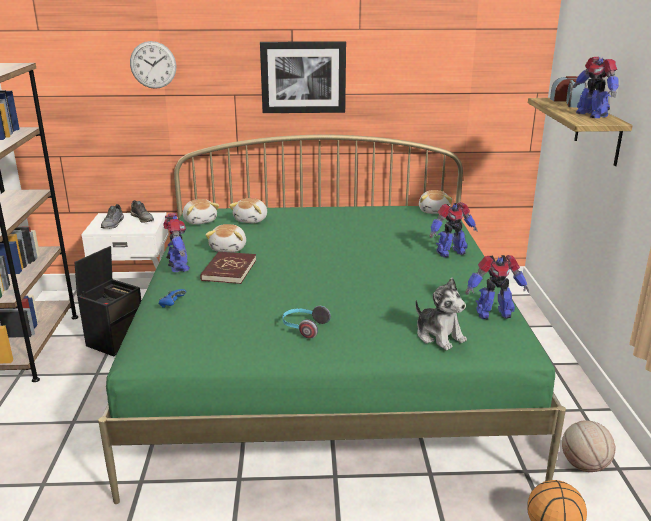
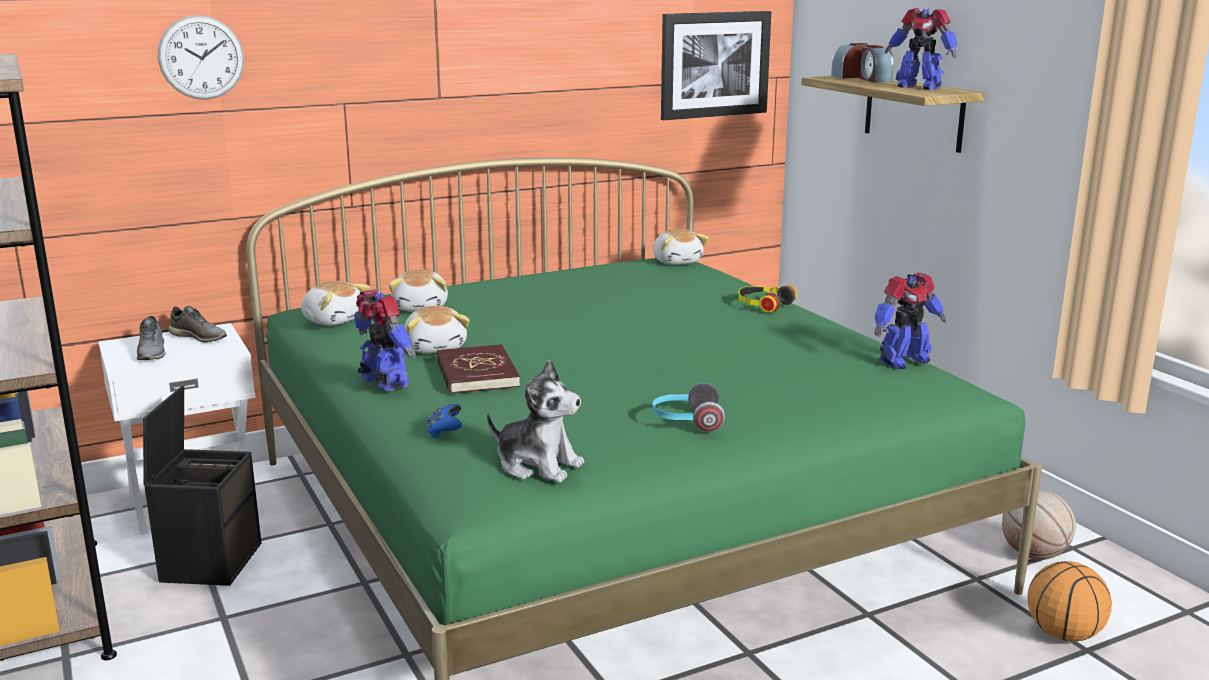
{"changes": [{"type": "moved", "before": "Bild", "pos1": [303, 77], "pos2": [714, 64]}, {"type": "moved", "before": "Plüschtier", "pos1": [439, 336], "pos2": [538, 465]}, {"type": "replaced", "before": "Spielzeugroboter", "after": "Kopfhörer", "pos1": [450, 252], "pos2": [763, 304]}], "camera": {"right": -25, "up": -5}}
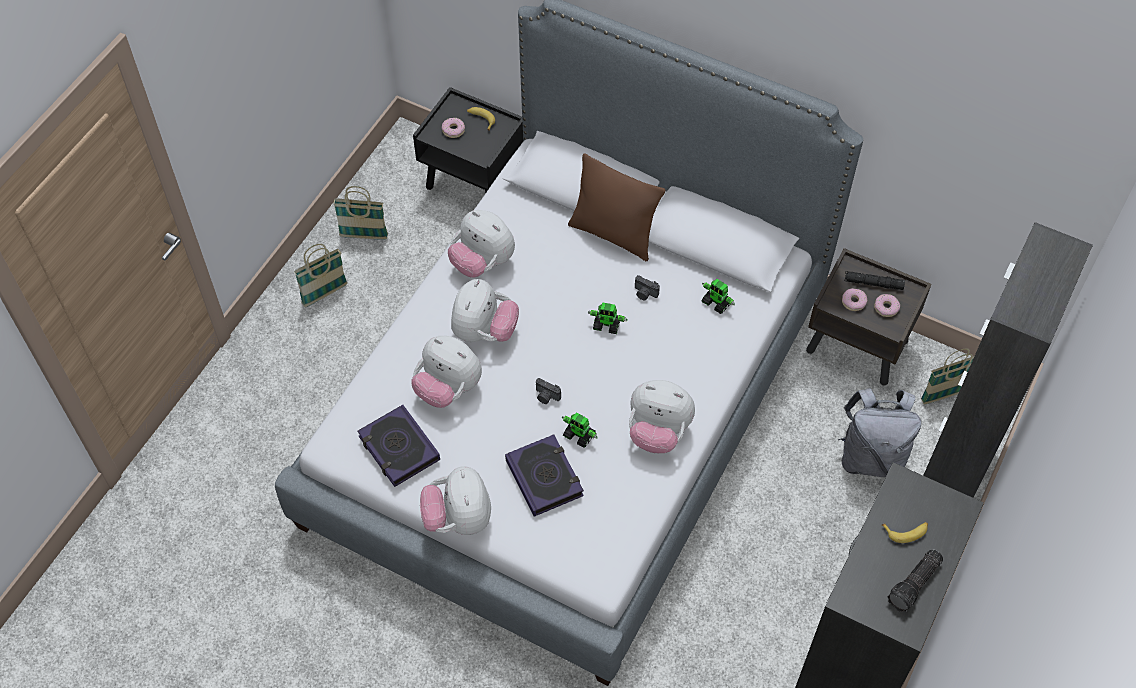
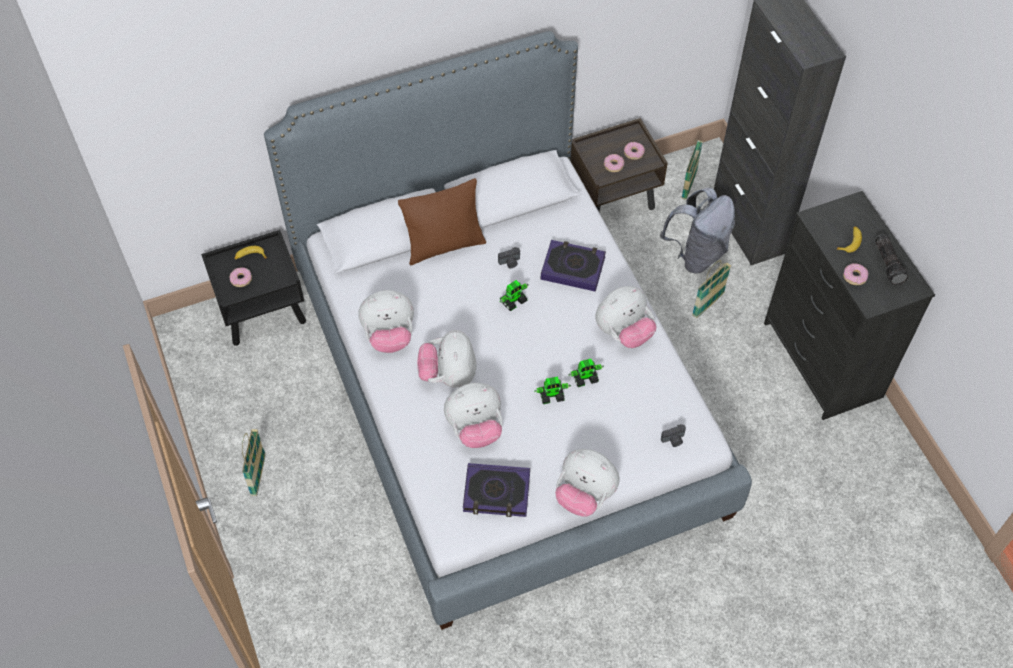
{"changes": [{"type": "removed", "before": "Taschenlampe [schwarz]", "pos1": [873, 283]}, {"type": "added", "after": "Donut", "pos2": [854, 276]}, {"type": "moved", "before": "Korb", "pos1": [364, 236], "pos2": [708, 304]}, {"type": "moved", "before": "Buch", "pos1": [544, 478], "pos2": [573, 268]}, {"type": "moved", "before": "Kamera", "pos1": [546, 396], "pos2": [673, 440]}, {"type": "moved", "before": "Spielzeugroboter", "pos1": [717, 303], "pos2": [552, 395]}, {"type": "turned", "before": "Plüschtier", "pos1": [484, 331], "pos2": [448, 375], "turn": -150}], "camera": {"right": -50, "up": 0}}
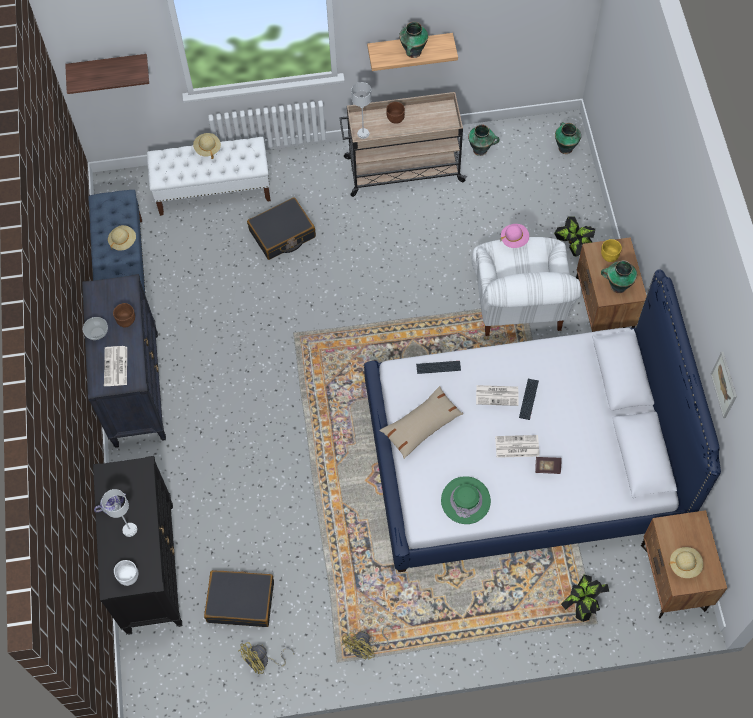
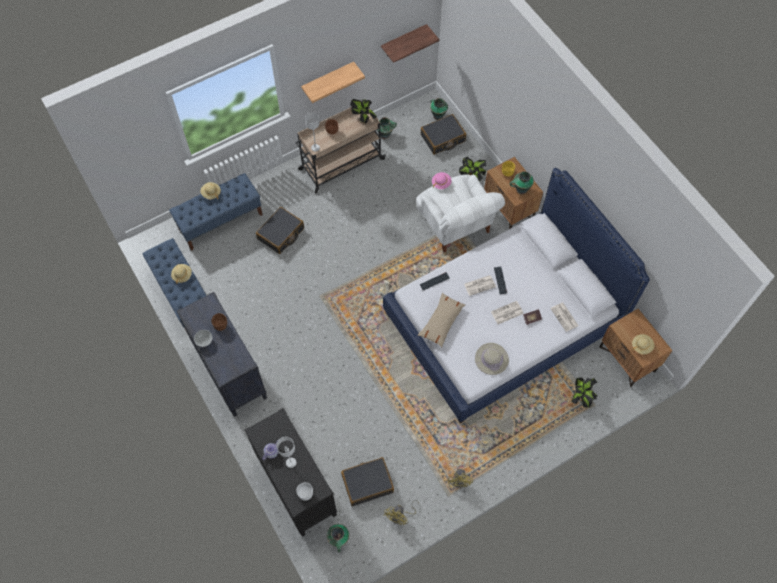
{"changes": [{"type": "removed", "before": "Bild", "pos1": [724, 385]}, {"type": "added", "after": "Topfpflanze", "pos2": [363, 119]}, {"type": "added", "after": "Koffer [schwarz]", "pos2": [443, 138]}, {"type": "moved", "before": "Wandregal", "pos1": [108, 68], "pos2": [403, 41]}, {"type": "moved", "before": "Zeitung", "pos1": [116, 367], "pos2": [564, 317]}, {"type": "moved", "before": "Vase", "pos1": [413, 52], "pos2": [338, 540]}, {"type": "recoloured", "before": "Bank [weiß]", "after": "Bank [blau]", "pos1": [214, 191], "pos2": [220, 221]}, {"type": "recoloured", "before": "Hut [grün]", "after": "Hut [beige]", "pos1": [465, 500], "pos2": [491, 359]}], "camera": {"right": -25, "up": 0}}
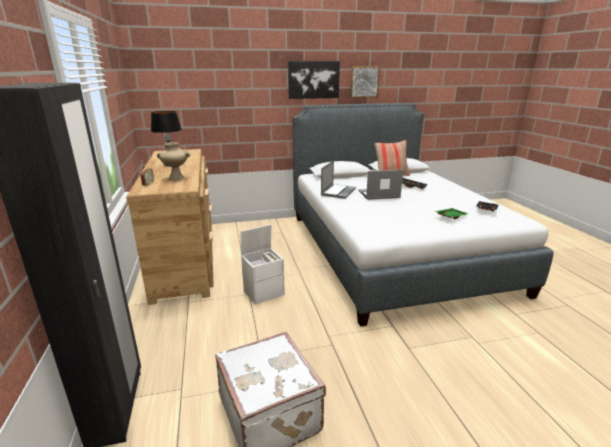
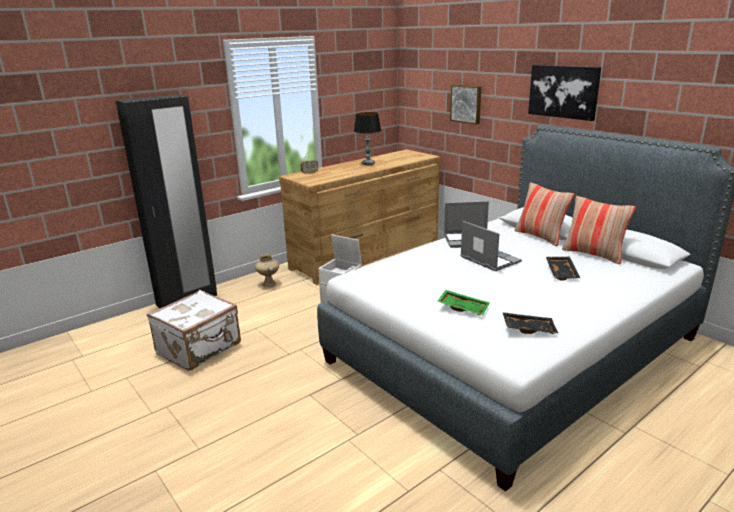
{"changes": [{"type": "added", "after": "Kissen", "pos2": [540, 236]}, {"type": "moved", "before": "Vase [beige]", "pos1": [176, 178], "pos2": [268, 284]}, {"type": "moved", "before": "Bild", "pos1": [364, 82], "pos2": [466, 104]}], "camera": {"right": 65, "up": 0}}
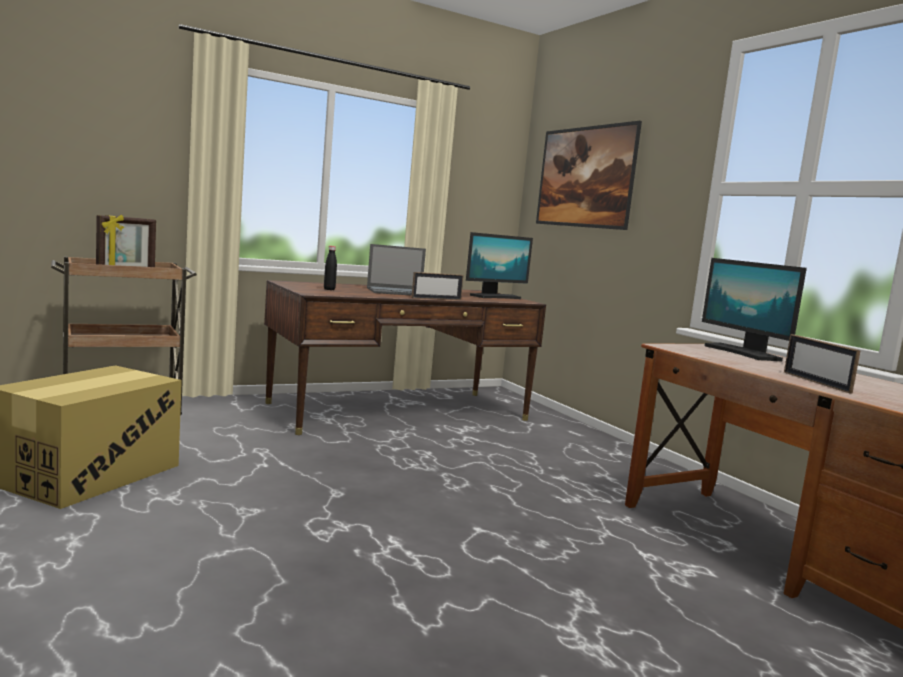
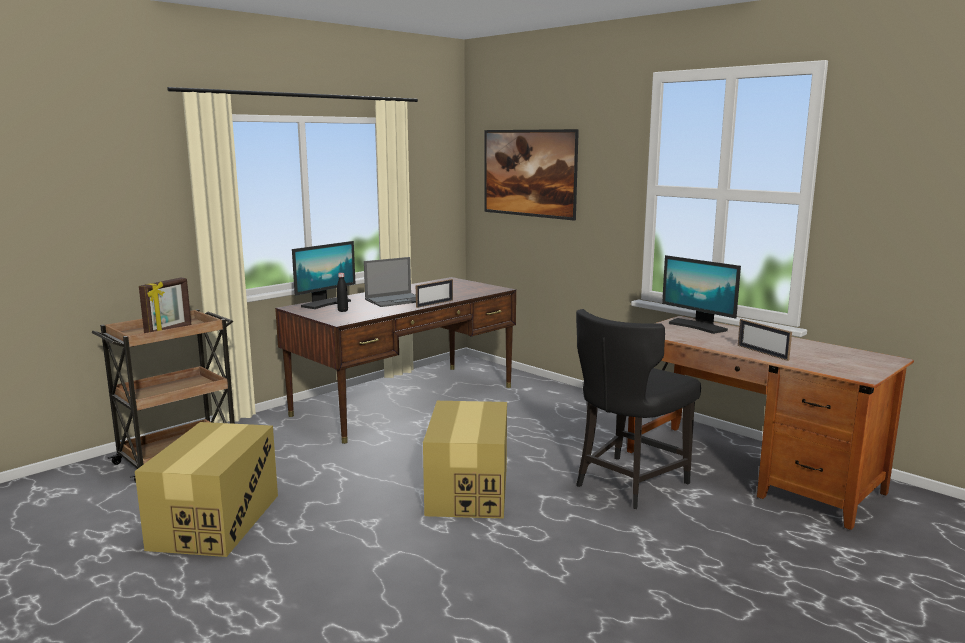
{"changes": [{"type": "added", "after": "Karton", "pos2": [468, 489]}, {"type": "added", "after": "Stuhl [schwarz]", "pos2": [627, 483]}, {"type": "moved", "before": "Monitor", "pos1": [495, 297], "pos2": [326, 303]}], "camera": {"right": -15, "up": 5}}
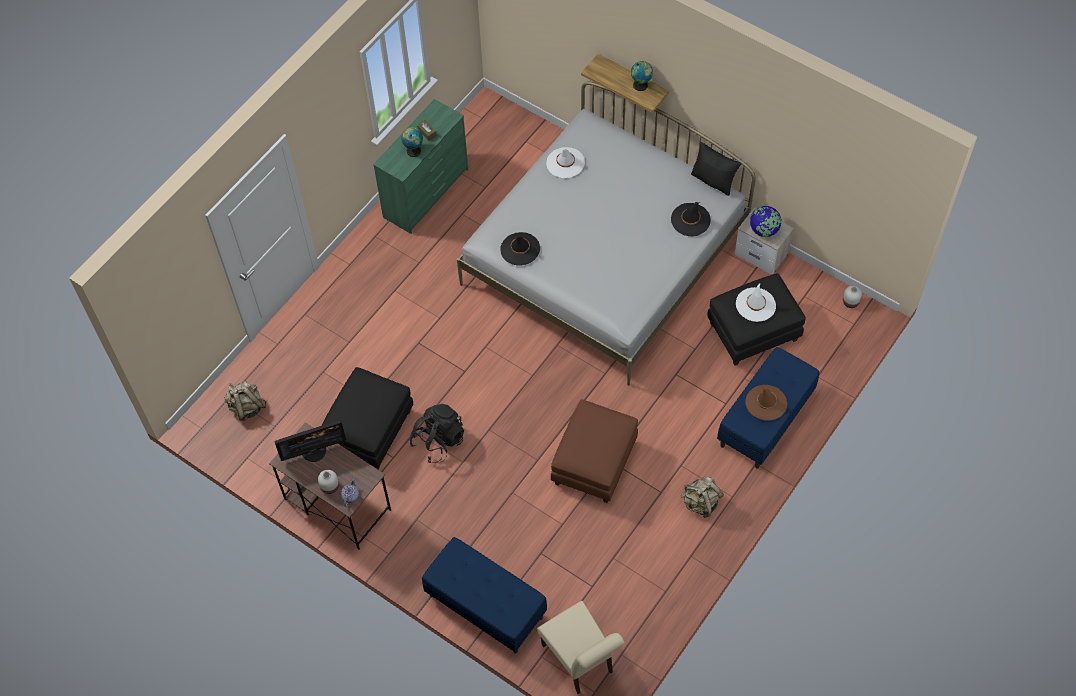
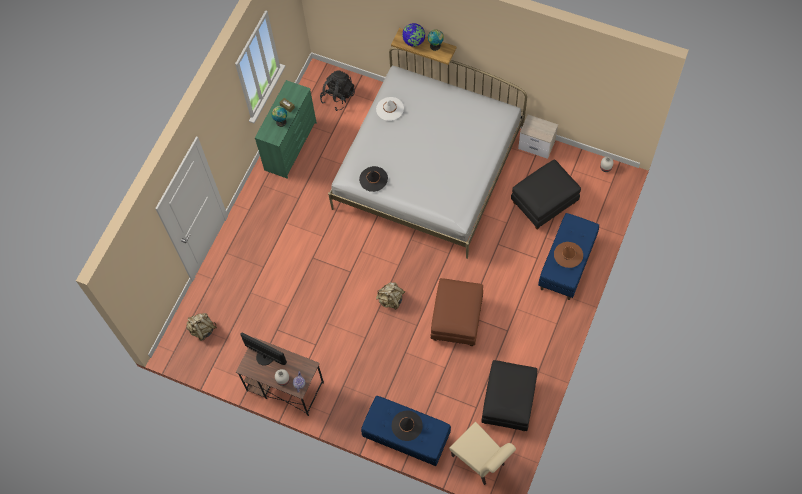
{"changes": [{"type": "removed", "before": "Kissen [schwarz]", "pos1": [713, 181]}, {"type": "removed", "before": "Hut [weiß]", "pos1": [755, 305]}, {"type": "moved", "before": "Polsterhocker [schwarz]", "pos1": [369, 430], "pos2": [508, 401]}, {"type": "moved", "before": "Rucksack [schwarz]", "pos1": [438, 441], "pos2": [338, 97]}, {"type": "moved", "before": "Hut [schwarz]", "pos1": [690, 220], "pos2": [407, 425]}, {"type": "moved", "before": "Rucksack [beige]", "pos1": [701, 503], "pos2": [391, 300]}, {"type": "moved", "before": "Globus", "pos1": [764, 230], "pos2": [414, 41]}, {"type": "turned", "before": "Monitor", "pos1": [314, 450], "pos2": [265, 356], "turn": -120}], "camera": {"right": -10, "up": 5}}
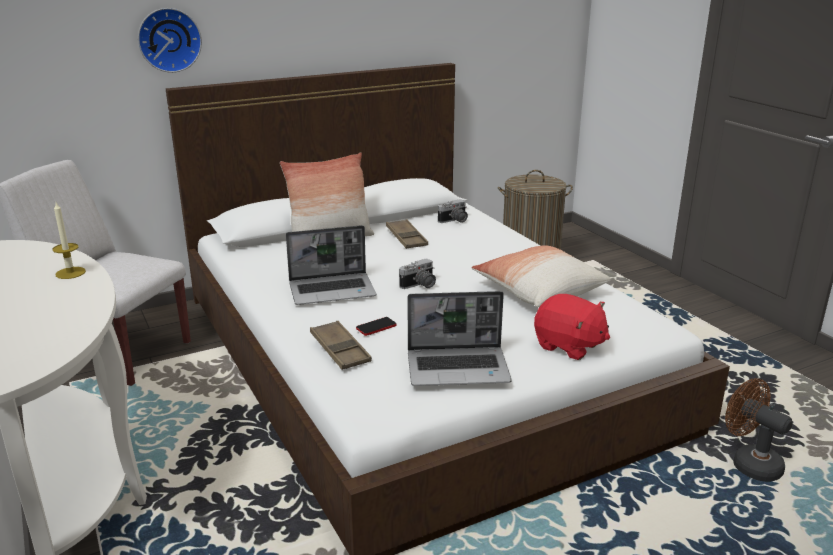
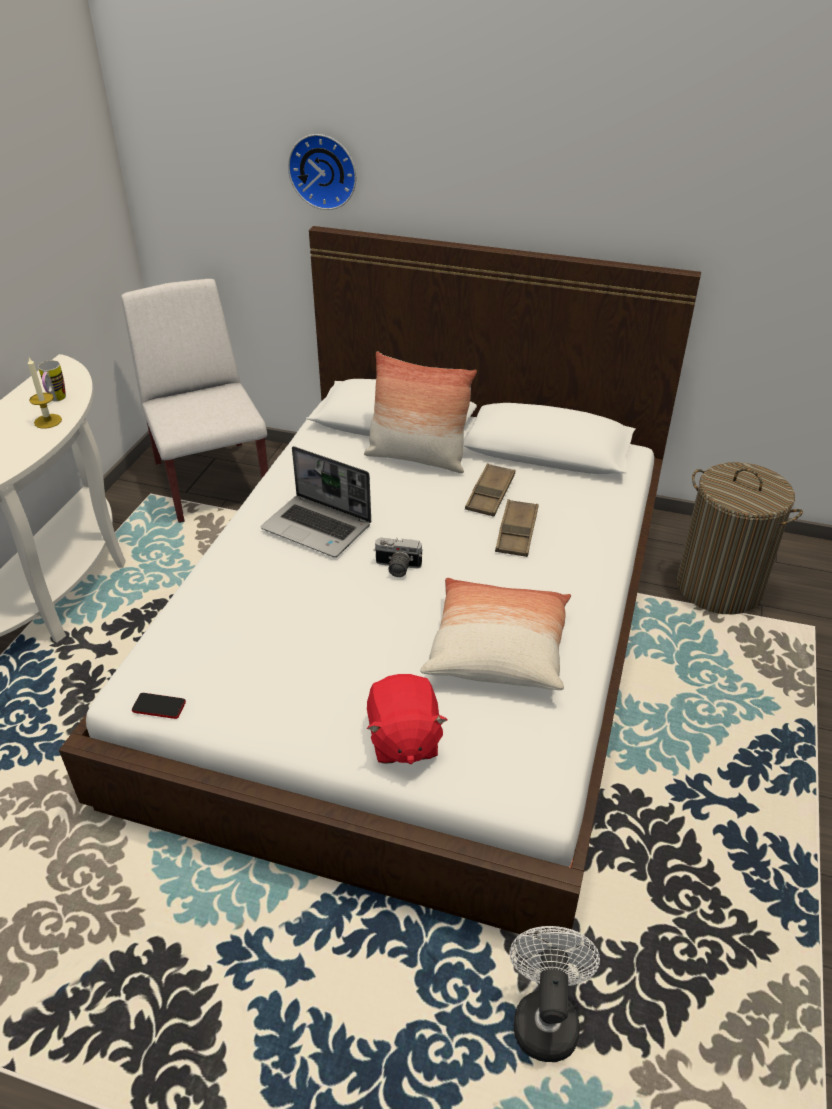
{"changes": [{"type": "removed", "before": "Laptop", "pos1": [459, 368]}, {"type": "removed", "before": "Kamera", "pos1": [454, 221]}, {"type": "added", "after": "Henkelbecher", "pos2": [56, 400]}, {"type": "moved", "before": "Tablett [braun]", "pos1": [340, 350], "pos2": [516, 532]}, {"type": "moved", "before": "Handy", "pos1": [376, 327], "pos2": [159, 706]}, {"type": "recoloured", "before": "Ventilator [braun]", "after": "Ventilator [weiß]", "pos1": [749, 463], "pos2": [545, 1016]}], "camera": {"right": 45, "up": 15}}
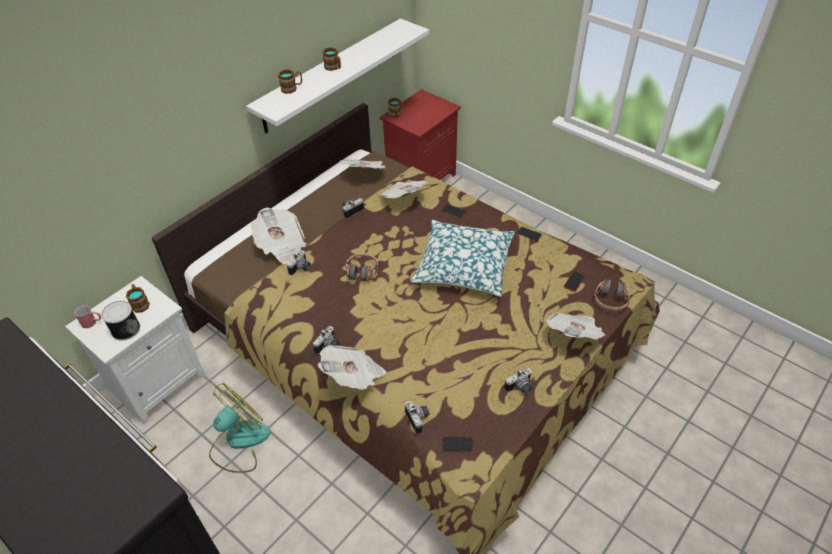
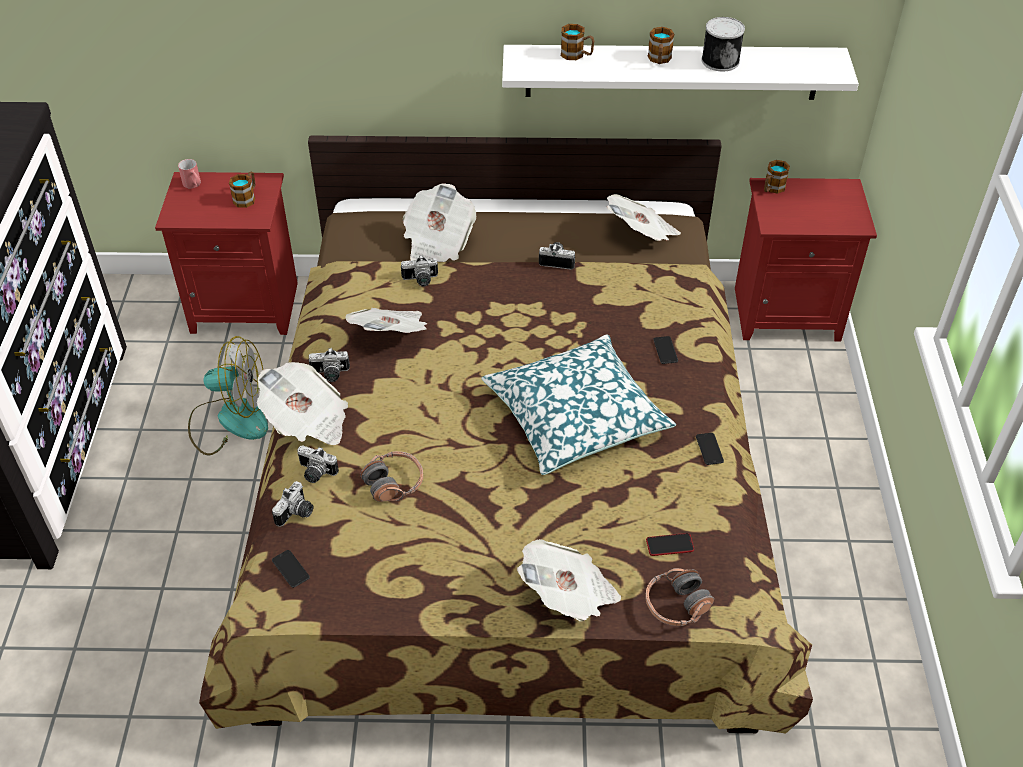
{"changes": [{"type": "moved", "before": "Dose", "pos1": [125, 329], "pos2": [720, 60]}, {"type": "moved", "before": "Kopfhörer", "pos1": [362, 271], "pos2": [394, 483]}, {"type": "moved", "before": "Zeitung", "pos1": [403, 198], "pos2": [391, 335]}, {"type": "moved", "before": "Kamera", "pos1": [520, 388], "pos2": [315, 473]}, {"type": "recoloured", "before": "Nachttisch [weiß]", "after": "Nachttisch [rot]", "pos1": [158, 381], "pos2": [246, 306]}], "camera": {"right": 50, "up": 0}}
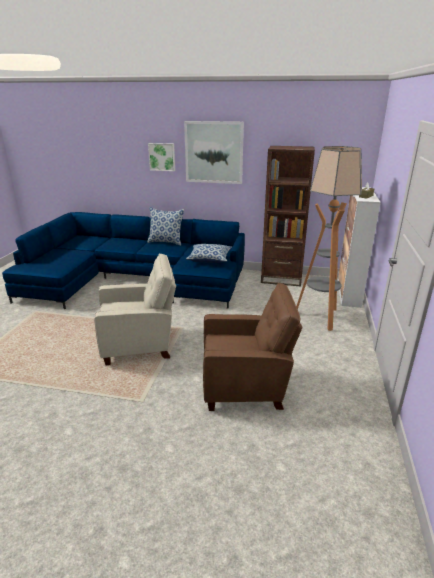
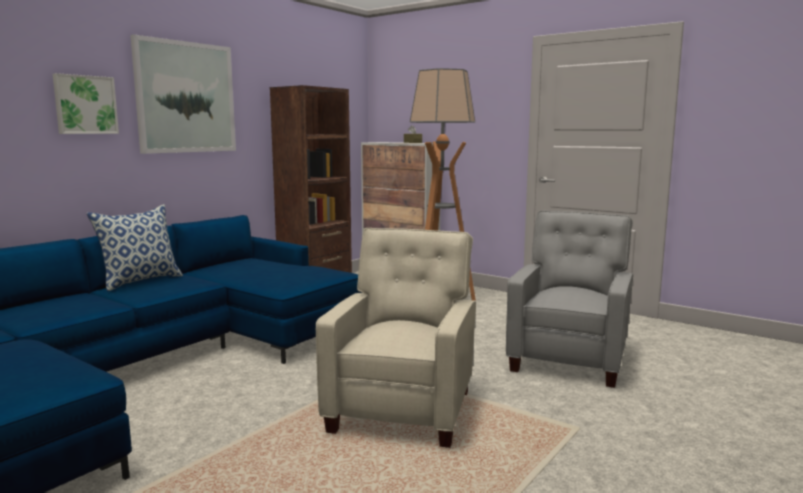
{"changes": [{"type": "removed", "before": "Kissen", "pos1": [209, 259]}, {"type": "recoloured", "before": "Sessel [braun]", "after": "Sessel [grau]", "pos1": [246, 387], "pos2": [570, 359]}], "camera": {"right": -65, "up": -15}}
